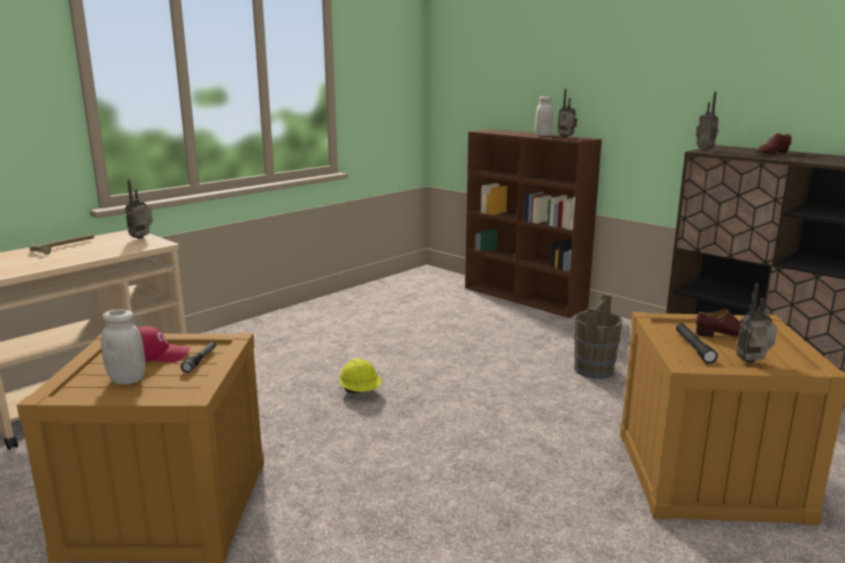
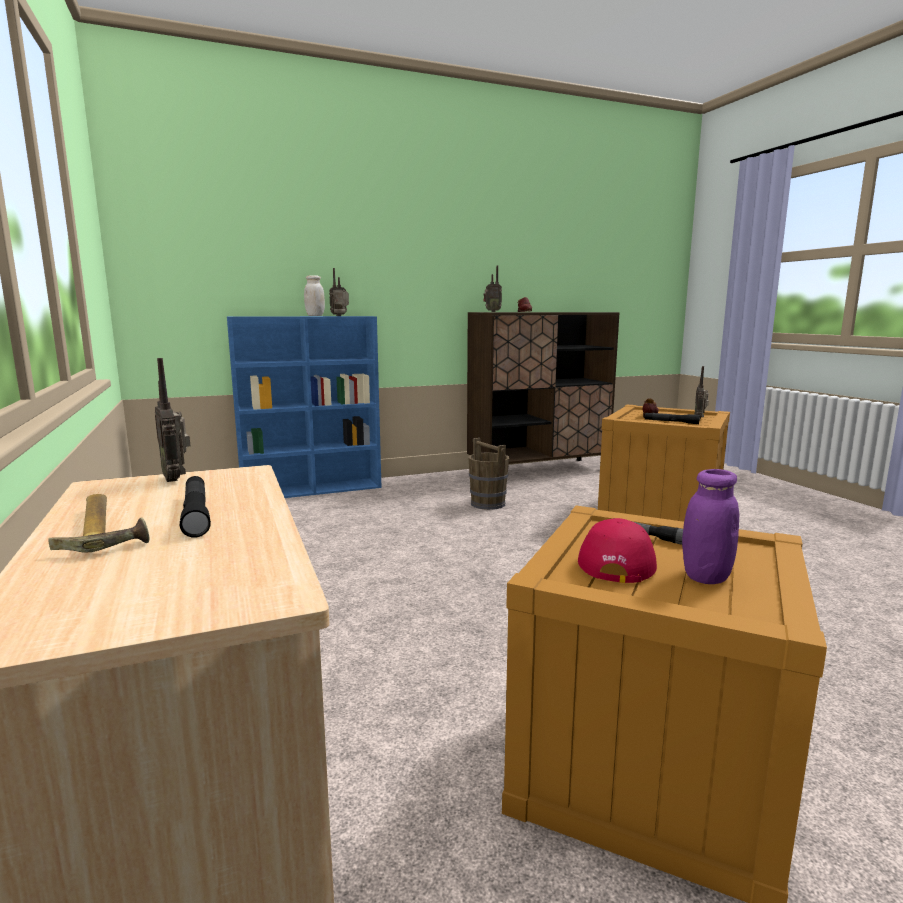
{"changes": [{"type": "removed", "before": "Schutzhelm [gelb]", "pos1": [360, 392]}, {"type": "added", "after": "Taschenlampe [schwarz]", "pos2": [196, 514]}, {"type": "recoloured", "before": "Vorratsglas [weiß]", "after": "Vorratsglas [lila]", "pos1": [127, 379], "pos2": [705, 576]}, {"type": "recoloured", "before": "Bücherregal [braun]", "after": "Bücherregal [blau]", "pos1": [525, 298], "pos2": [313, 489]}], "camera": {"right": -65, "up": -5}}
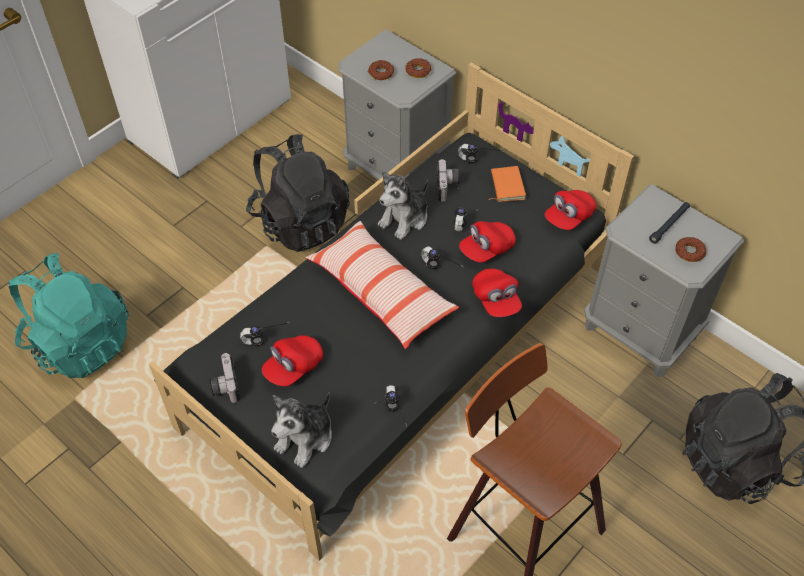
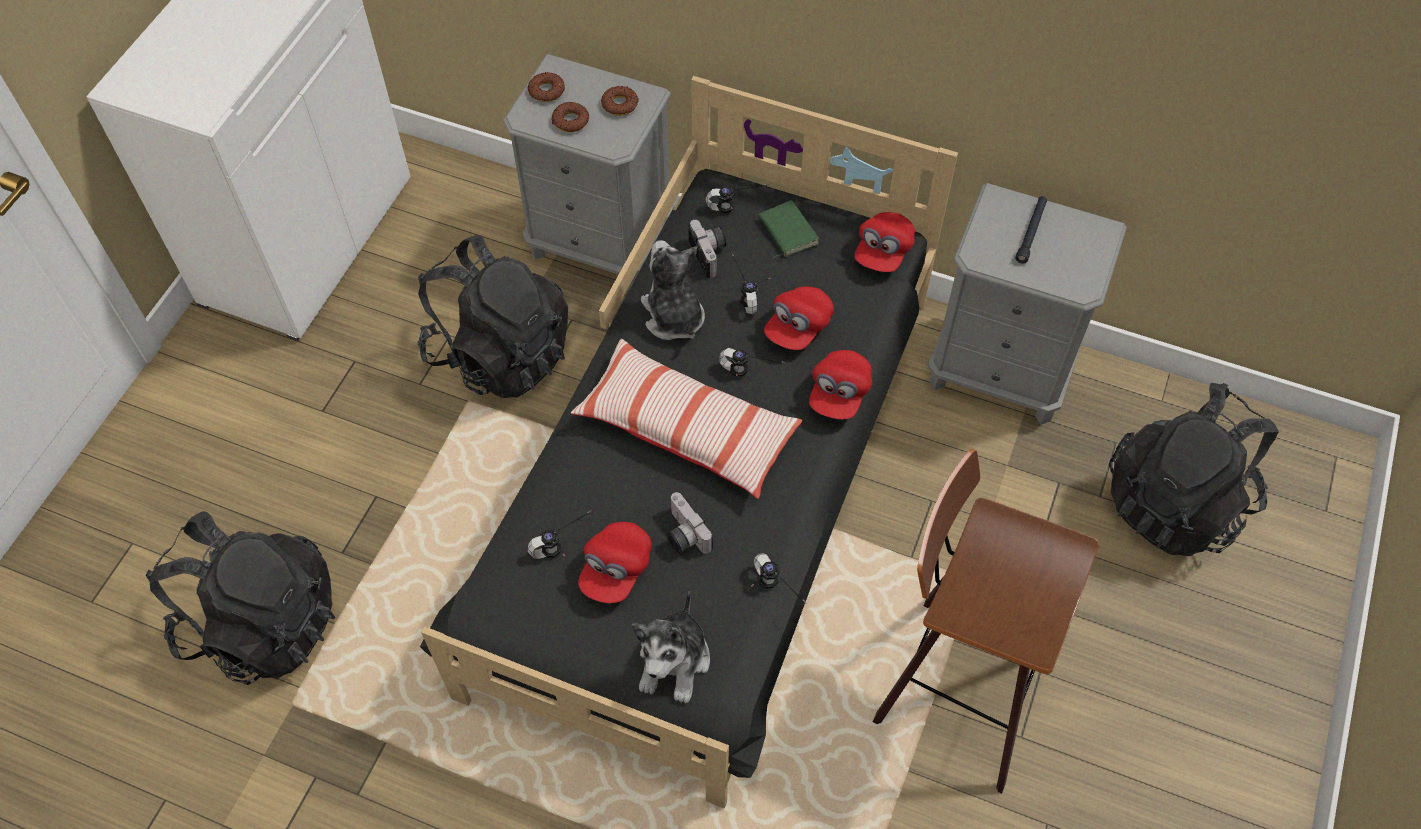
{"changes": [{"type": "moved", "before": "Kamera", "pos1": [224, 385], "pos2": [683, 535]}, {"type": "moved", "before": "Donut", "pos1": [689, 252], "pos2": [546, 91]}, {"type": "recoloured", "before": "Rucksack [türkis]", "after": "Rucksack [schwarz]", "pos1": [79, 342], "pos2": [262, 622]}, {"type": "recoloured", "before": "Buch [orange]", "after": "Buch [grün]", "pos1": [506, 186], "pos2": [786, 232]}, {"type": "turned", "before": "Plüschtier", "pos1": [405, 219], "pos2": [673, 316], "turn": 135}, {"type": "turned", "before": "Kappe [rot]", "pos1": [496, 300], "pos2": [839, 394], "turn": 60}], "camera": {"right": -20, "up": 5}}
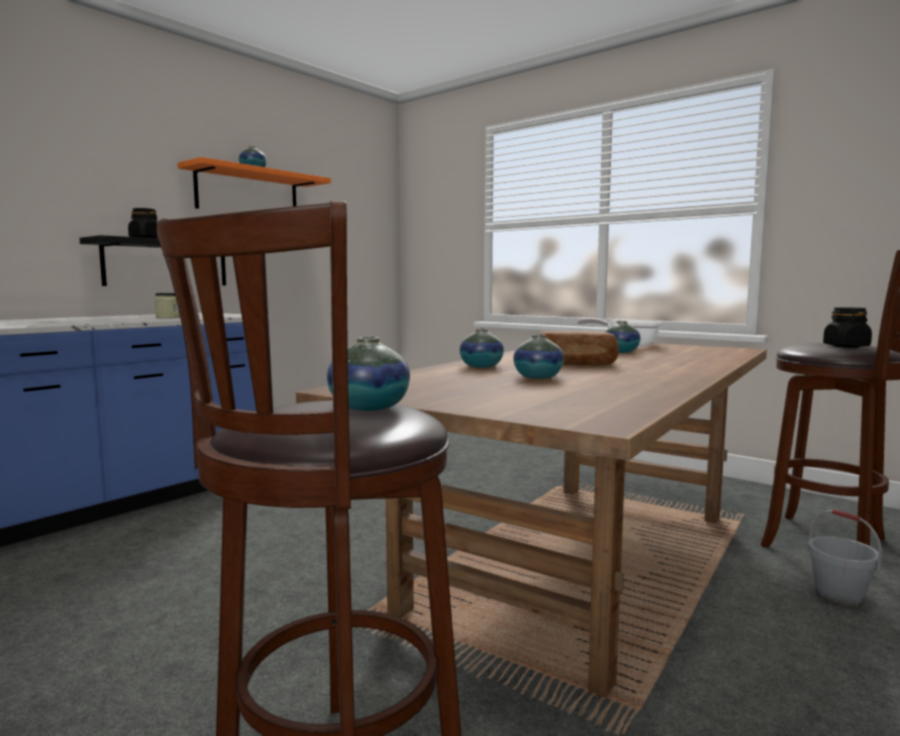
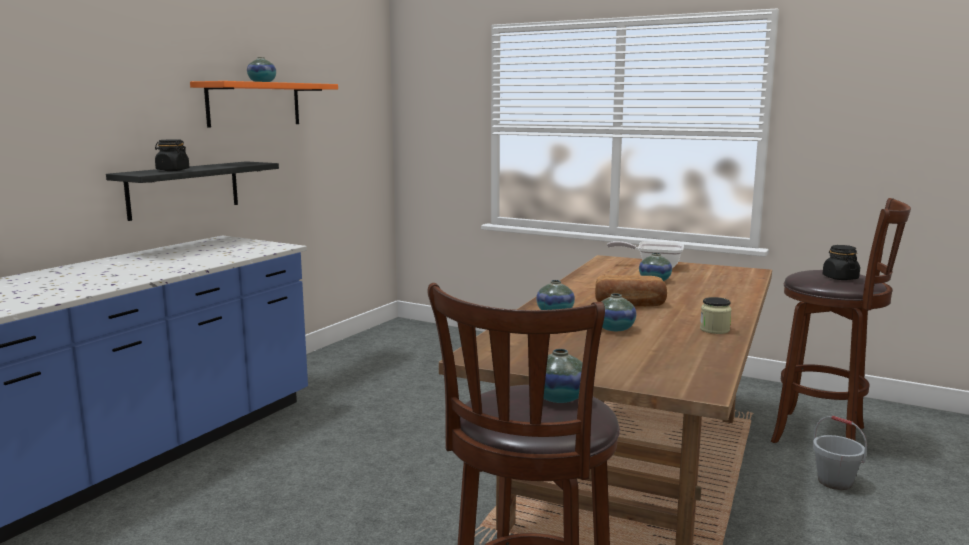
{"changes": [{"type": "moved", "before": "Vorratsglas", "pos1": [168, 317], "pos2": [714, 330]}], "camera": {"right": -10, "up": 5}}
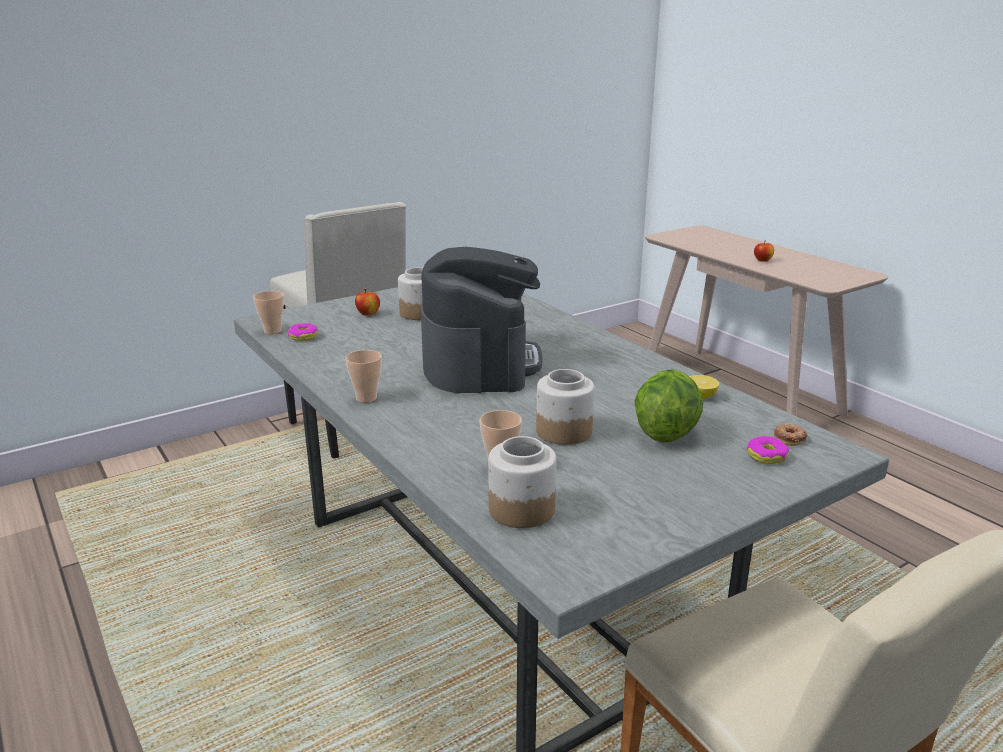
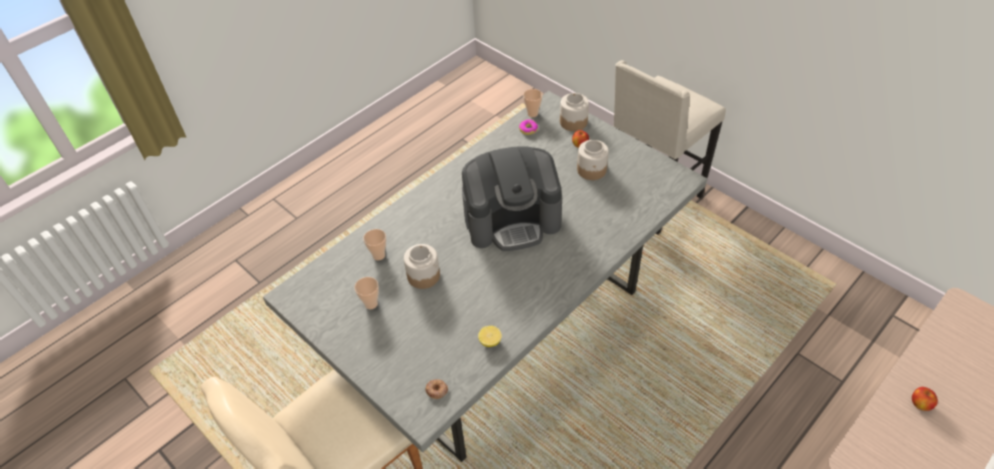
{"changes": [{"type": "removed", "before": "Salatkopf", "pos1": [665, 432]}, {"type": "removed", "before": "Donut", "pos1": [766, 456]}, {"type": "moved", "before": "Tasse", "pos1": [366, 398], "pos2": [371, 304]}, {"type": "moved", "before": "Vorratsglas", "pos1": [520, 509], "pos2": [573, 122]}], "camera": {"right": 80, "up": 25}}
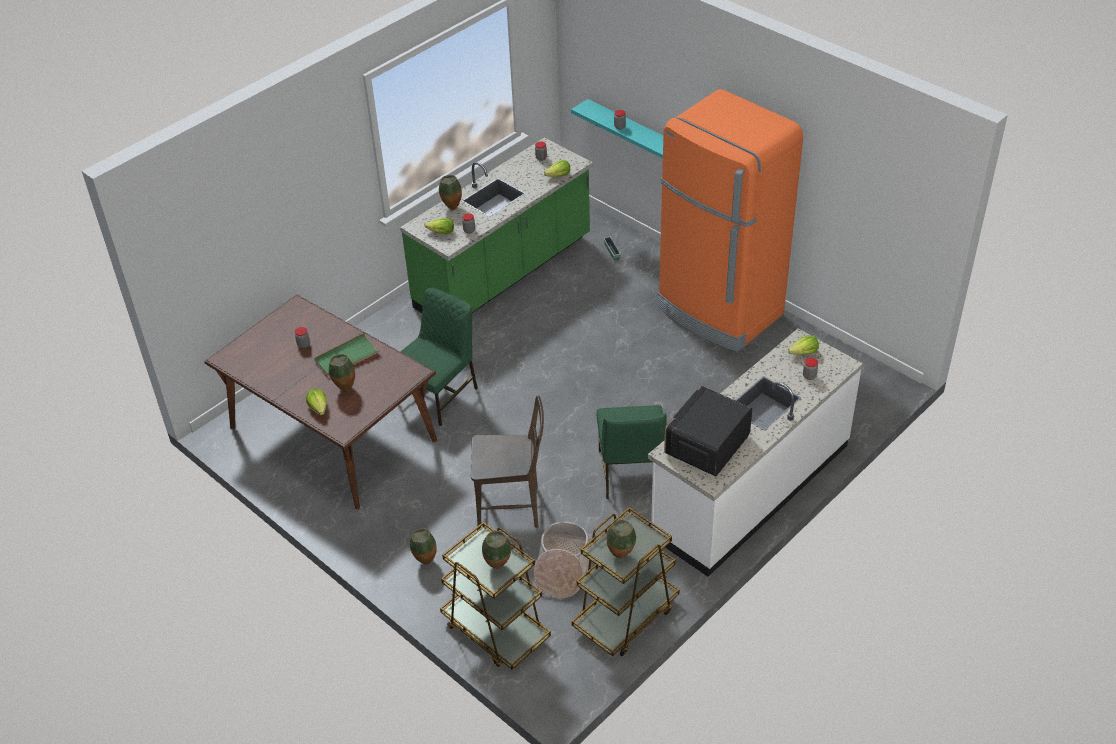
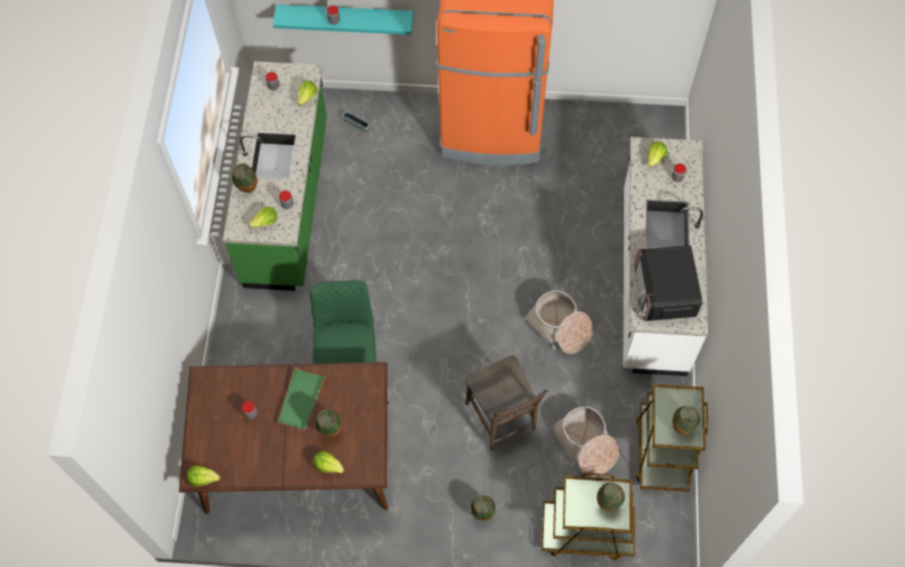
{"changes": [{"type": "added", "after": "Salatkopf", "pos2": [203, 478]}, {"type": "replaced", "before": "Stuhl [grün]", "after": "Korb", "pos1": [631, 474], "pos2": [559, 327]}, {"type": "turned", "before": "Stuhl [braun]", "pos1": [512, 508], "pos2": [502, 420], "turn": 105}], "camera": {"right": -40, "up": 20}}
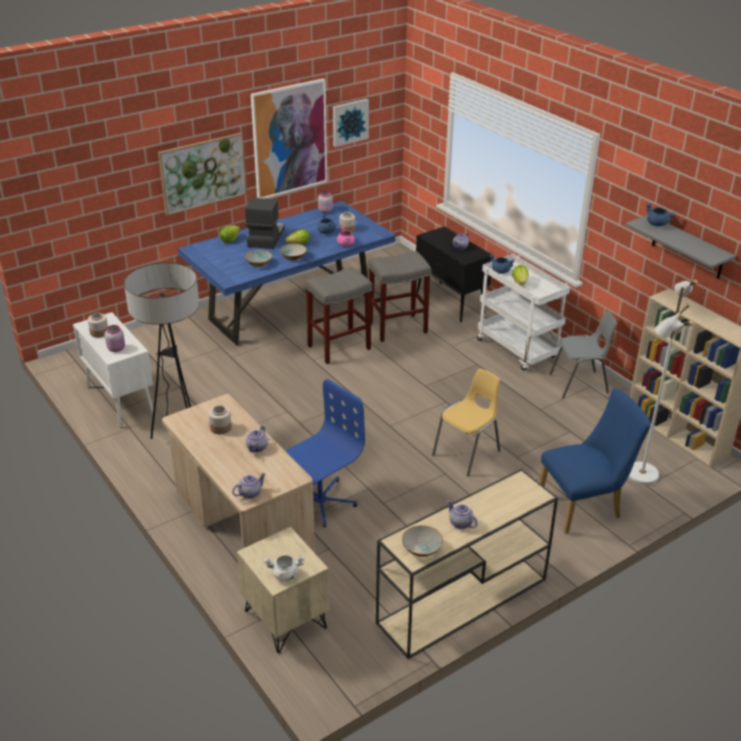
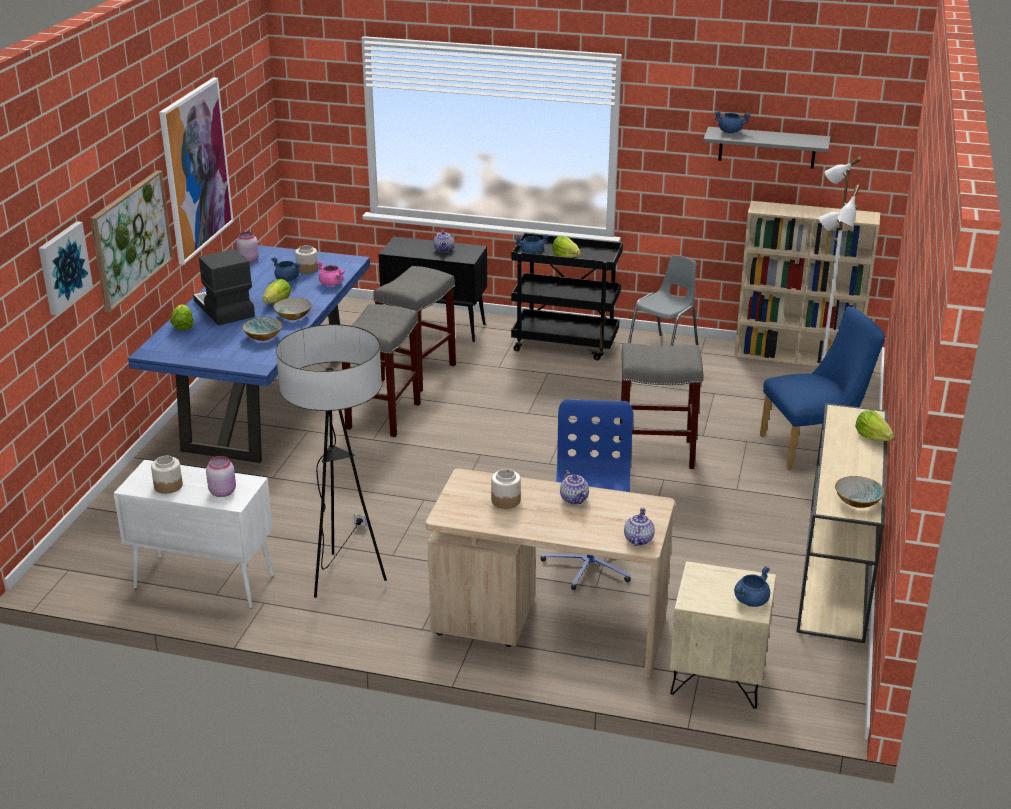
{"changes": [{"type": "removed", "before": "Teekanne", "pos1": [460, 523]}, {"type": "added", "after": "Salatkopf", "pos2": [872, 437]}, {"type": "moved", "before": "Bild", "pos1": [350, 122], "pos2": [63, 267]}, {"type": "replaced", "before": "Stuhl [gelb]", "after": "Hocker [grau]", "pos1": [467, 453], "pos2": [657, 453]}, {"type": "recoloured", "before": "Kochtopf [weiß]", "after": "Kochtopf [blau]", "pos1": [285, 575], "pos2": [751, 601]}, {"type": "recoloured", "before": "Rollwagen [weiß]", "after": "Rollwagen [schwarz]", "pos1": [518, 349], "pos2": [566, 344]}, {"type": "turned", "before": "Stuhl [blau]", "pos1": [584, 506], "pos2": [814, 447], "turn": 45}], "camera": {"right": -40, "up": -5}}
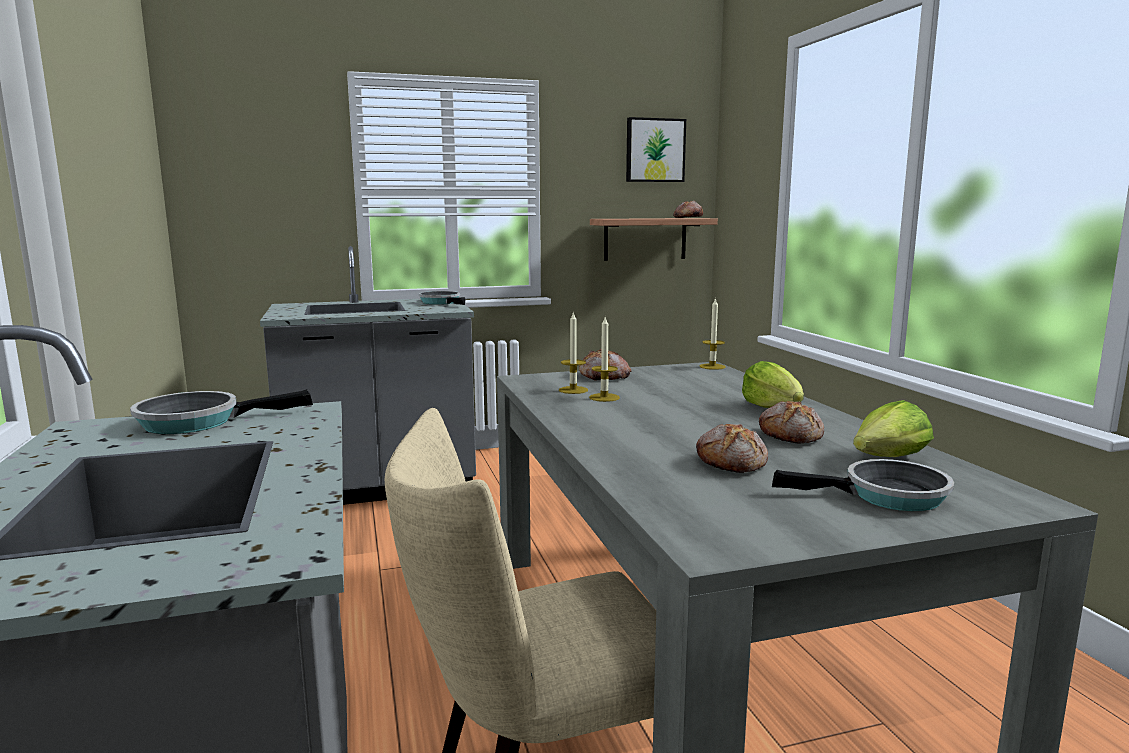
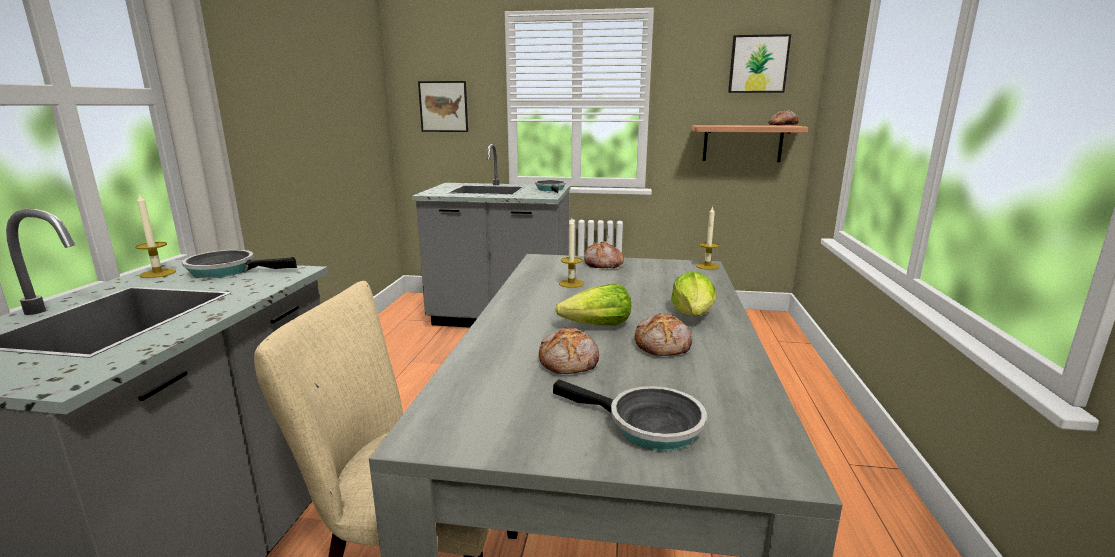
{"changes": [{"type": "added", "after": "Bild", "pos2": [443, 106]}, {"type": "moved", "before": "Kerze", "pos1": [573, 390], "pos2": [158, 273]}, {"type": "moved", "before": "Salatkopf", "pos1": [889, 459], "pos2": [597, 326]}], "camera": {"right": 25, "up": 5}}
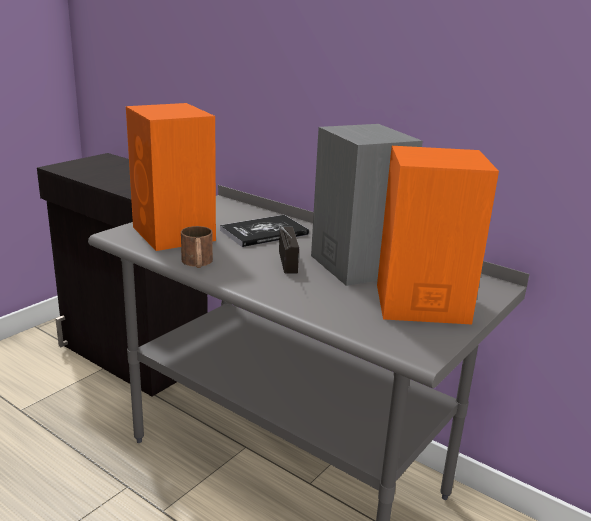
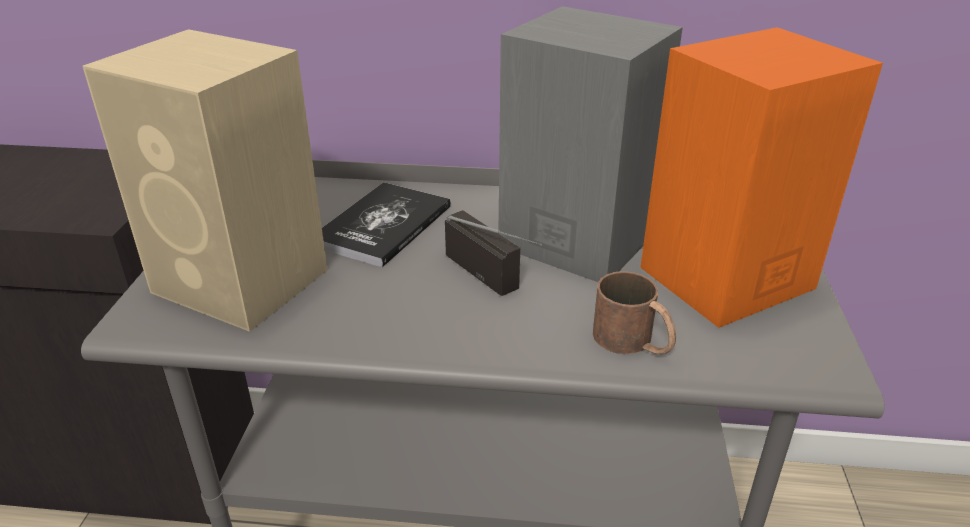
{"changes": [{"type": "moved", "before": "Henkelbecher [braun]", "pos1": [197, 263], "pos2": [633, 342]}, {"type": "recoloured", "before": "Lautsprecher [orange]", "after": "Lautsprecher [beige]", "pos1": [174, 234], "pos2": [244, 282]}], "camera": {"right": -30, "up": 10}}
